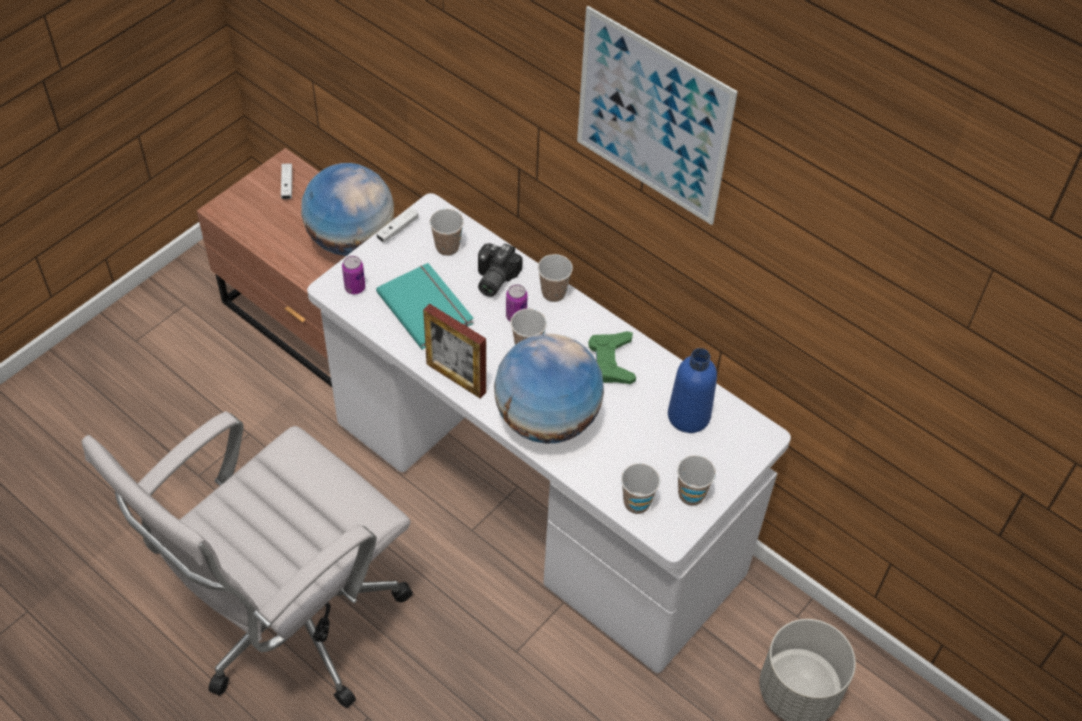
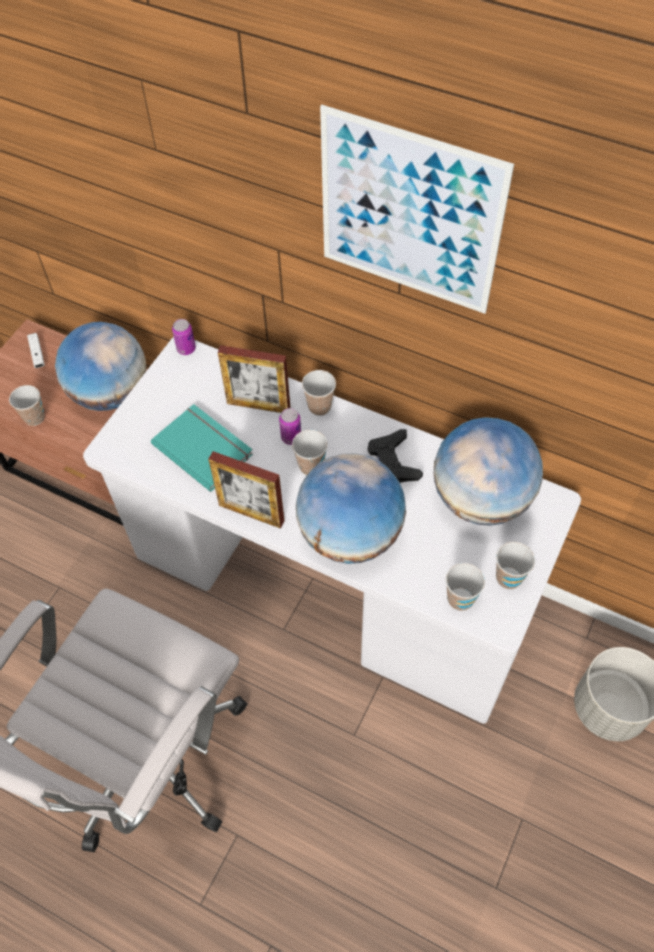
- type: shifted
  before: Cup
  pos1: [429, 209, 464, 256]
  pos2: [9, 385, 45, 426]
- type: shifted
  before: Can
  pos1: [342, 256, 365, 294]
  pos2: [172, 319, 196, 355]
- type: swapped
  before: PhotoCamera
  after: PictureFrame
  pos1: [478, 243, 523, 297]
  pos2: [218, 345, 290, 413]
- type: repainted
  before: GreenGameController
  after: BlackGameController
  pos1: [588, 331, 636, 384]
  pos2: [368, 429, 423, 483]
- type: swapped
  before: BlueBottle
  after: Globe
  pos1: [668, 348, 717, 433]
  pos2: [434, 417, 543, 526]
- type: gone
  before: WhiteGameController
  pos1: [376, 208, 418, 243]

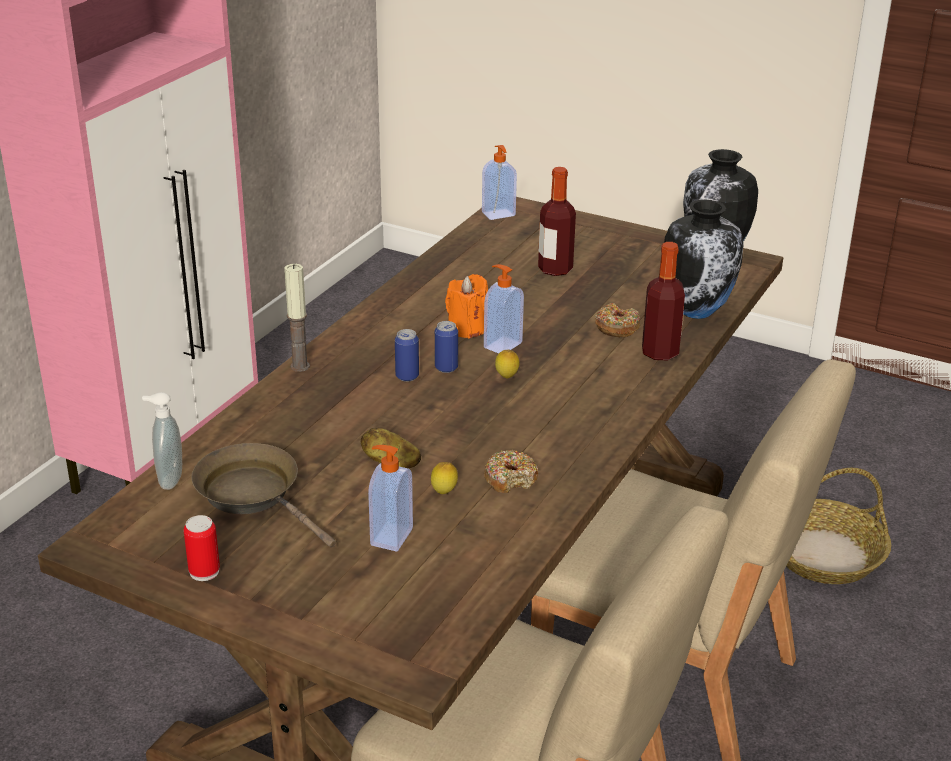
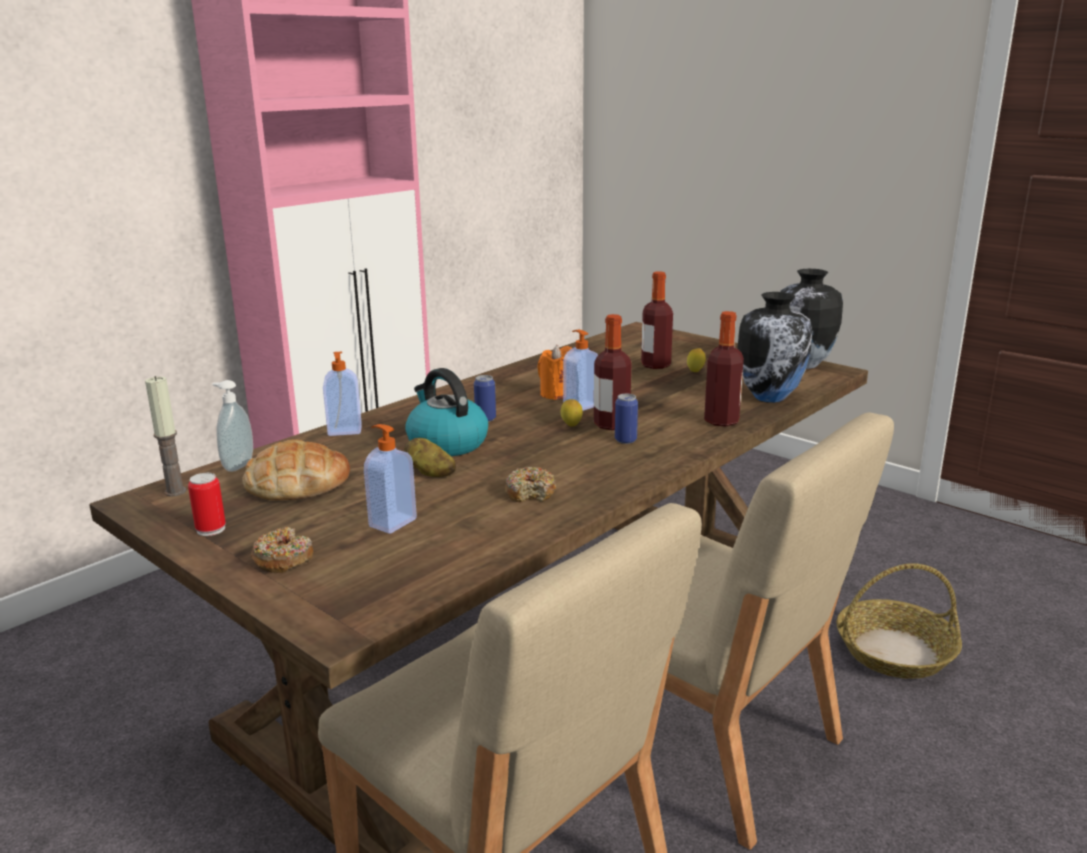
- type: shifted
  before: Candle
  pos1: [284, 264, 310, 372]
  pos2: [145, 376, 186, 496]
- type: swapped
  before: BrownFryingPan
  after: Bread
  pos1: [191, 443, 336, 548]
  pos2: [242, 439, 350, 500]
- type: shifted
  before: Donut
  pos1: [595, 303, 640, 337]
  pos2: [251, 527, 313, 573]
- type: shifted
  before: SoapDispenser
  pos1: [482, 145, 517, 220]
  pos2: [323, 352, 362, 436]
- type: new
  after: Kettle
  pos2: [405, 368, 488, 456]
- type: new
  after: Bottle
  pos2: [594, 314, 631, 430]
- type: shifted
  before: Can
  pos1: [435, 321, 458, 373]
  pos2: [615, 394, 638, 444]
- type: shifted
  before: Lemon
  pos1: [431, 462, 458, 494]
  pos2: [687, 348, 706, 372]

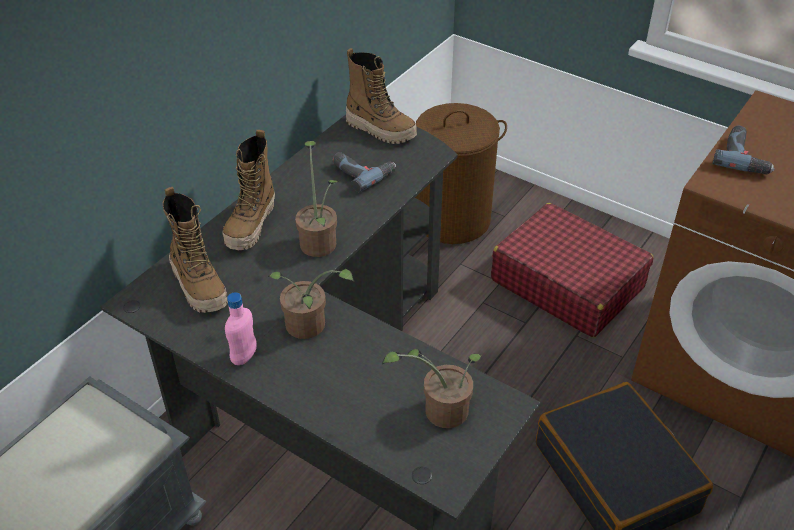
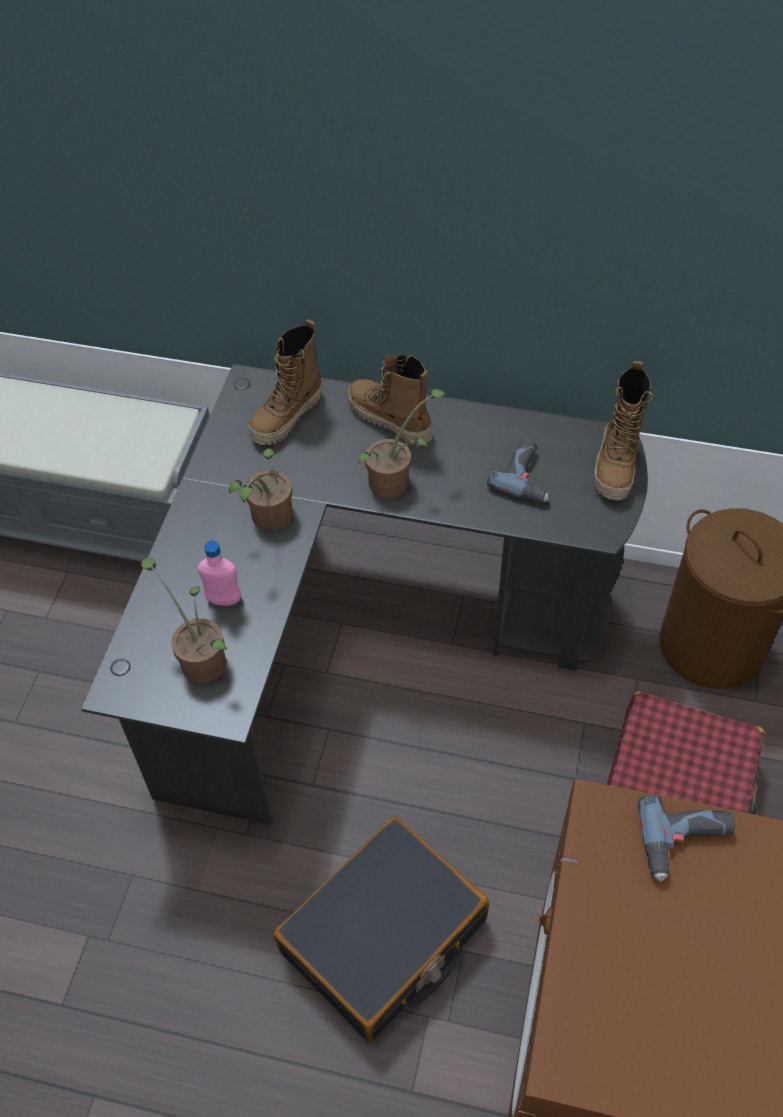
- type: shifted
  before: PinkBottle
  pos1: [225, 292, 257, 365]
  pos2: [198, 540, 241, 606]
- type: rotated
  before: Boot
  pos1: [223, 130, 275, 250]
  pos2: [348, 355, 432, 445]
  turn: 45

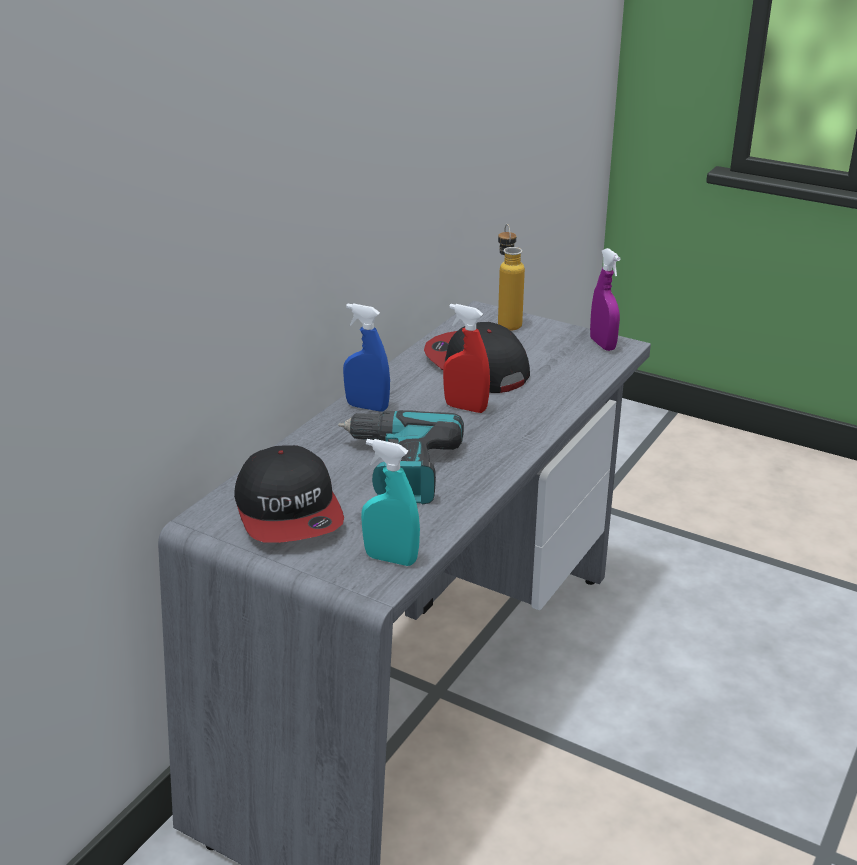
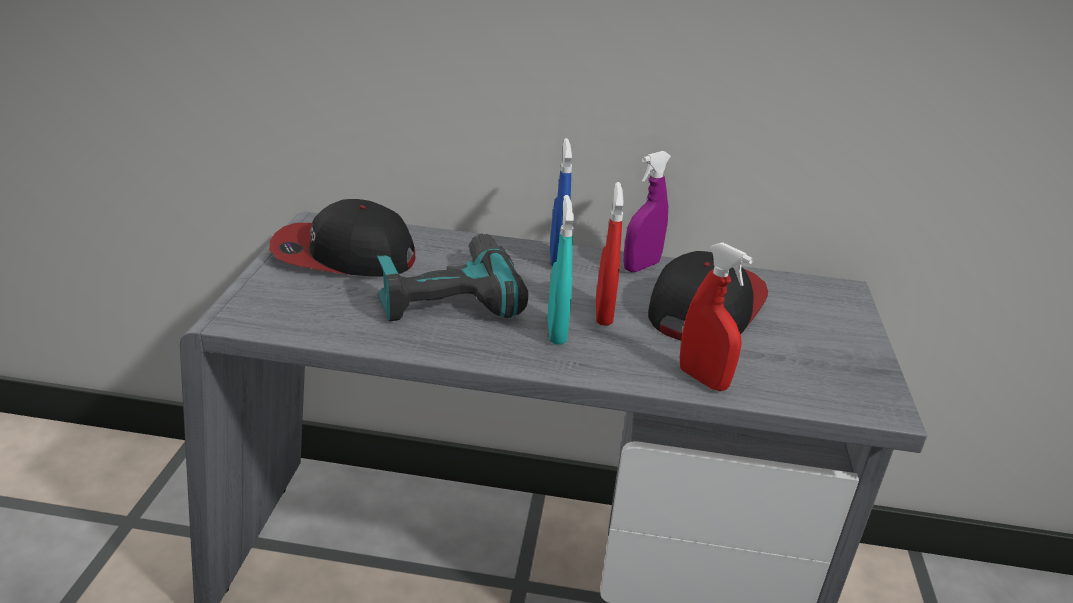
- type: rotated
  before: Cap
  pos1: [234, 445, 344, 543]
  pos2: [269, 199, 415, 276]
  turn: 45
- type: shifted
  before: TurquoiseSprayBottle
  pos1: [361, 439, 420, 566]
  pos2: [547, 195, 574, 344]
- type: shifted
  before: PurpleSprayBottle
  pos1: [590, 248, 621, 351]
  pos2: [623, 151, 671, 272]
- type: new
  after: RedSprayBottle
  pos2: [680, 242, 753, 391]
- type: gone
  before: Bottle
  pos1: [498, 224, 525, 331]

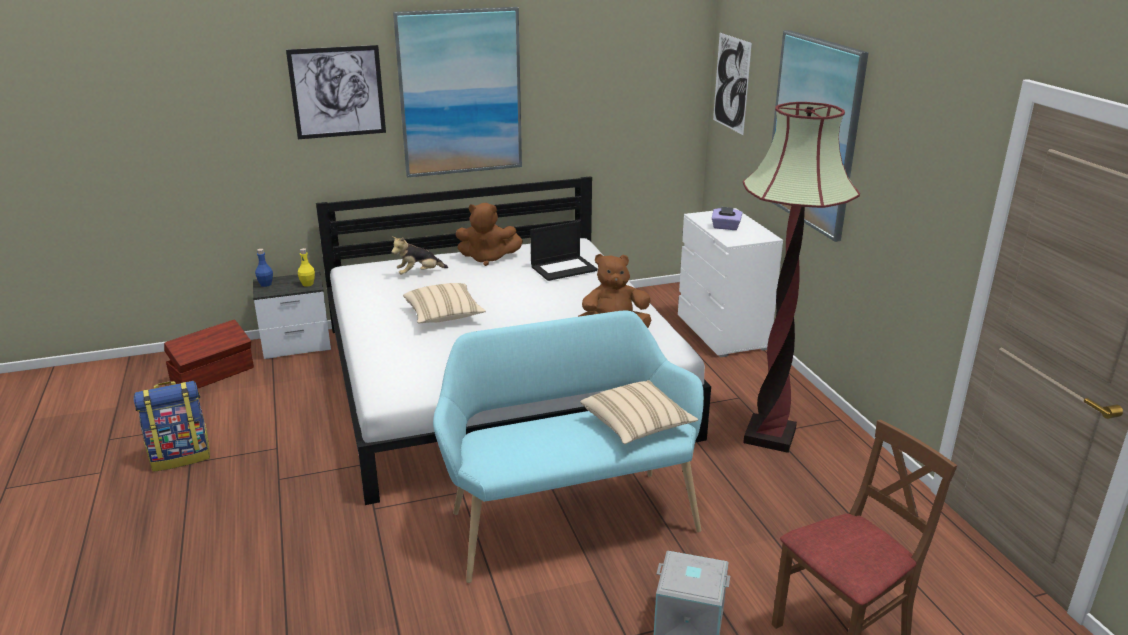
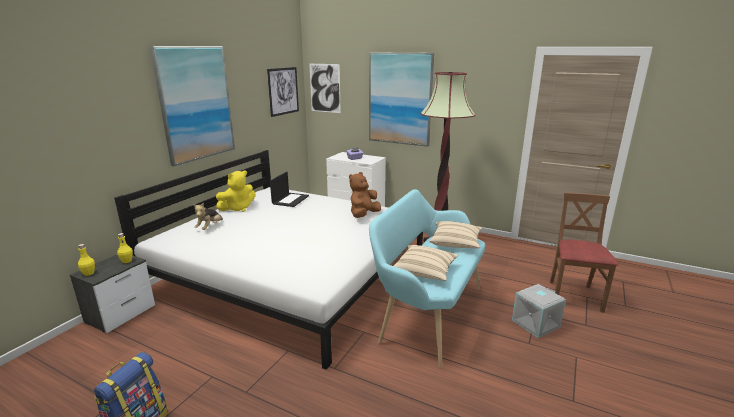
- type: repainted
  before: BlueBottle
  after: YellowBottle
  pos1: [255, 249, 273, 287]
  pos2: [78, 244, 95, 276]
- type: repainted
  before: BrownPlushToy
  after: YellowPlushToy
  pos1: [455, 203, 523, 266]
  pos2: [216, 170, 255, 212]
- type: shifted
  before: Picture
  pos1: [286, 45, 386, 139]
  pos2: [267, 67, 299, 117]
- type: shifted
  before: BeigePillow
  pos1: [403, 283, 486, 323]
  pos2: [394, 245, 458, 281]
- type: gone
  before: BrownStorageBox
  pos1: [164, 319, 254, 389]

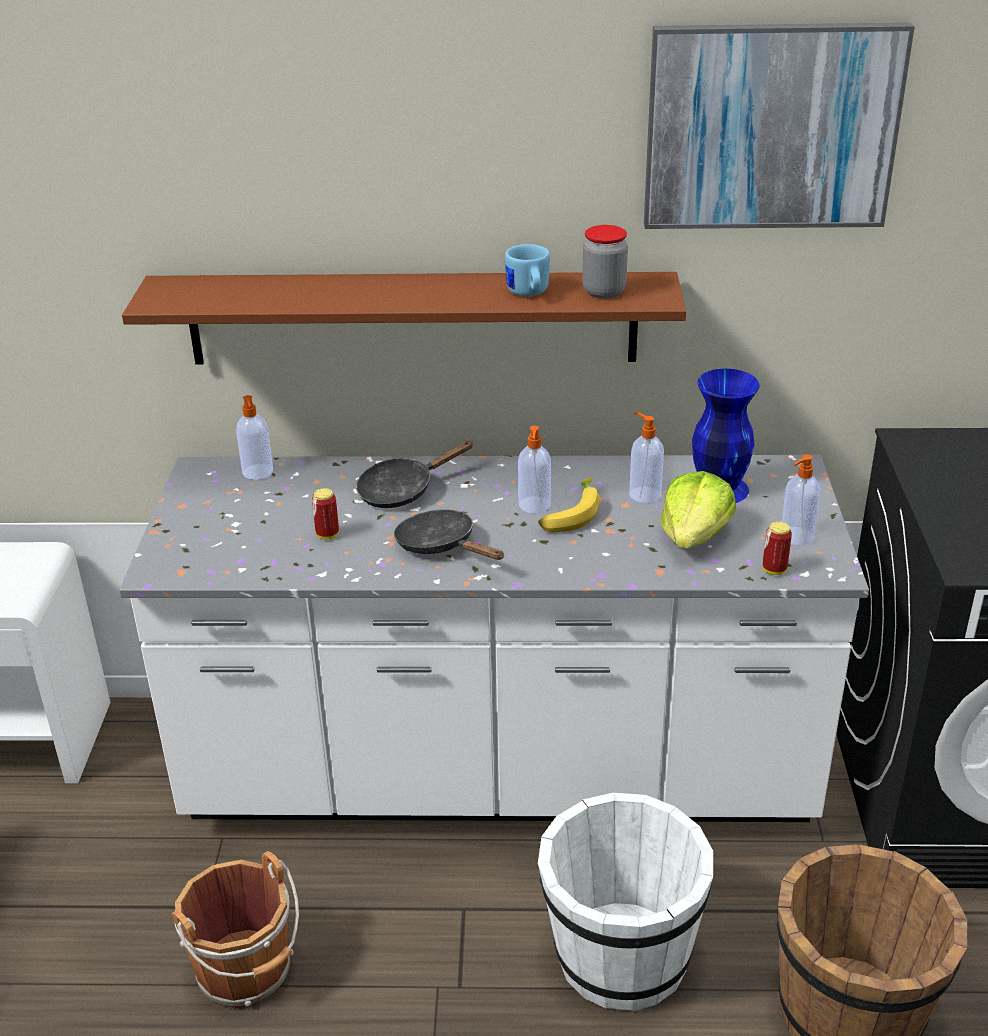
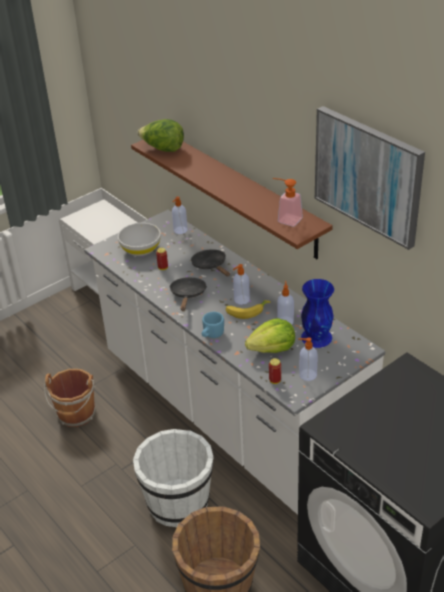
- type: new
  after: WhiteBowl
  pos2: [118, 223, 161, 256]
- type: new
  after: Lettuce
  pos2: [137, 119, 184, 152]
- type: rotated
  before: BlackFryingPan
  pos1: [356, 441, 474, 508]
  pos2: [191, 249, 230, 277]
  turn: 45
- type: shifted
  before: BlueMug
  pos1: [505, 244, 550, 296]
  pos2: [202, 312, 224, 338]
- type: swapped
  before: Jar
  after: SoapDispenser
  pos1: [582, 225, 628, 299]
  pos2: [273, 178, 303, 226]

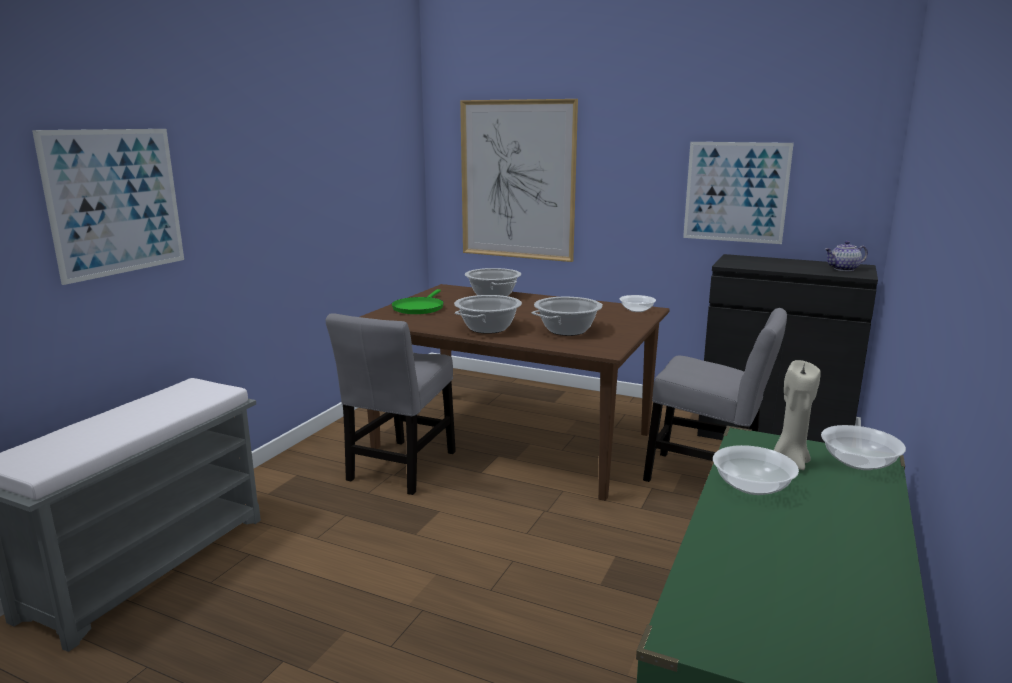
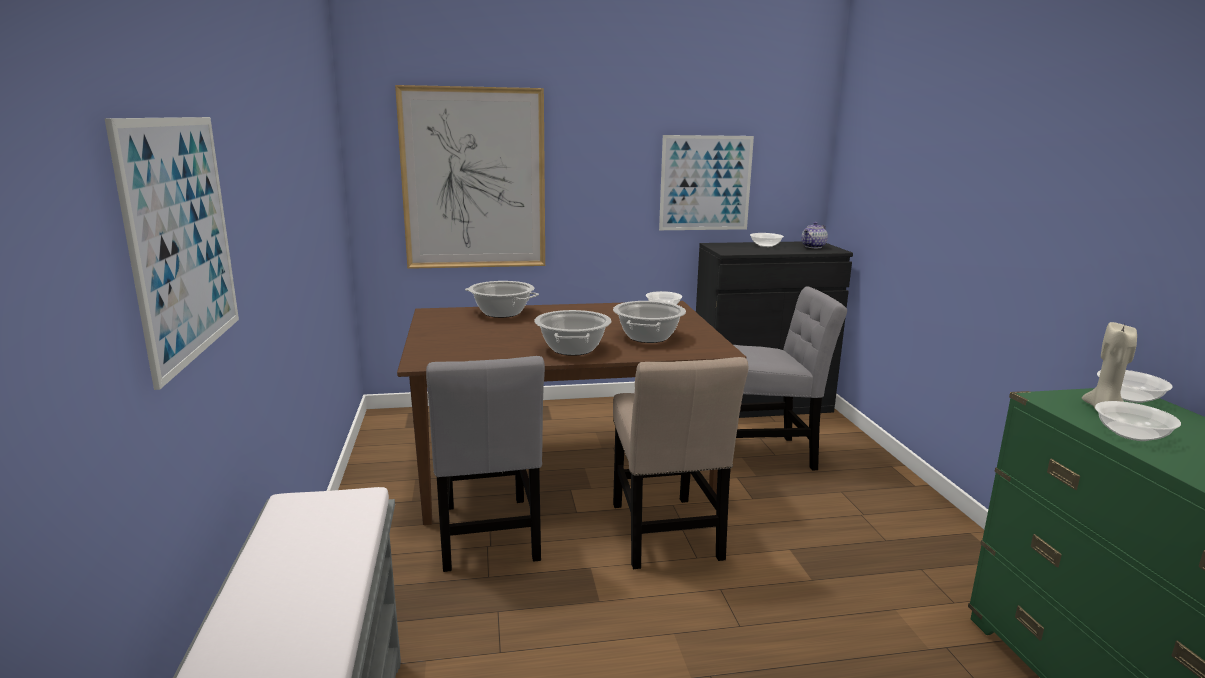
- type: new
  after: BeigeChair
  pos2: [613, 357, 748, 569]
- type: new
  after: Bowl
  pos2: [750, 233, 784, 247]
- type: gone
  before: GreenFryingPan
  pos1: [392, 289, 444, 314]

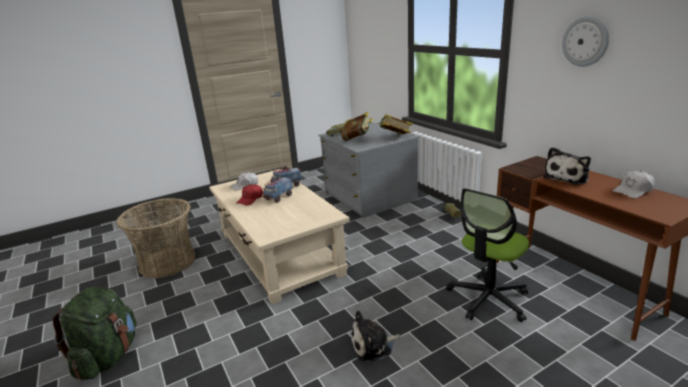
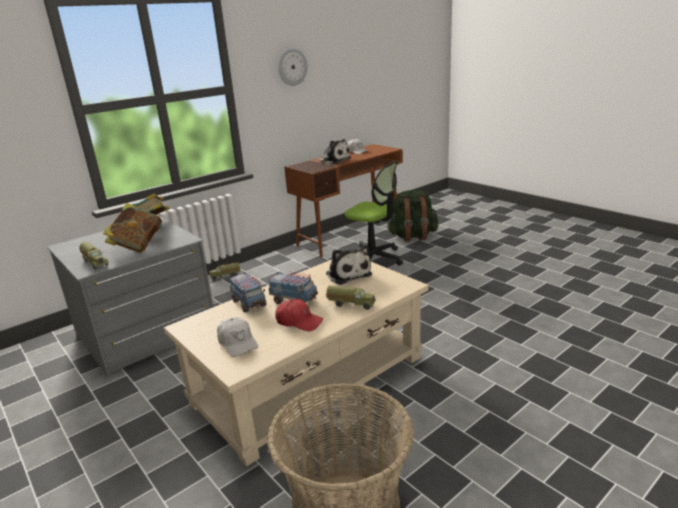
- type: shifted
  before: PlushToy
  pos1: [350, 311, 400, 362]
  pos2: [326, 245, 372, 285]
- type: new
  after: ToyTruck
  pos2: [326, 285, 376, 310]
- type: shifted
  before: GreenBackpack
  pos1: [53, 287, 136, 380]
  pos2: [386, 190, 438, 242]

